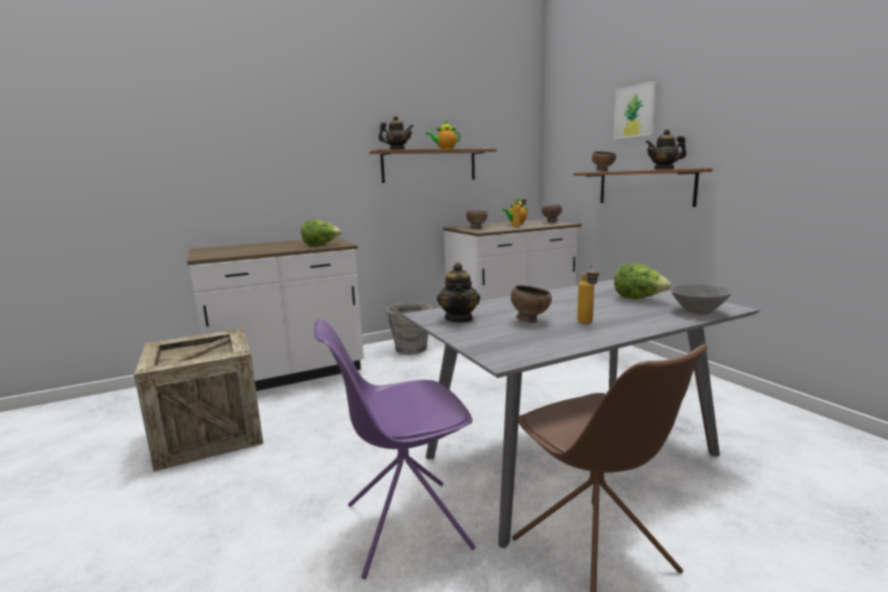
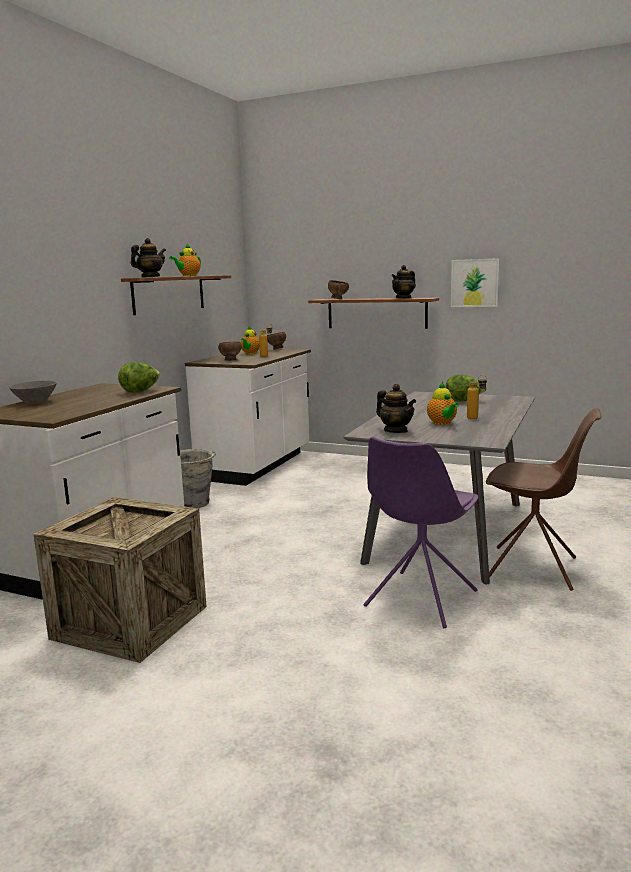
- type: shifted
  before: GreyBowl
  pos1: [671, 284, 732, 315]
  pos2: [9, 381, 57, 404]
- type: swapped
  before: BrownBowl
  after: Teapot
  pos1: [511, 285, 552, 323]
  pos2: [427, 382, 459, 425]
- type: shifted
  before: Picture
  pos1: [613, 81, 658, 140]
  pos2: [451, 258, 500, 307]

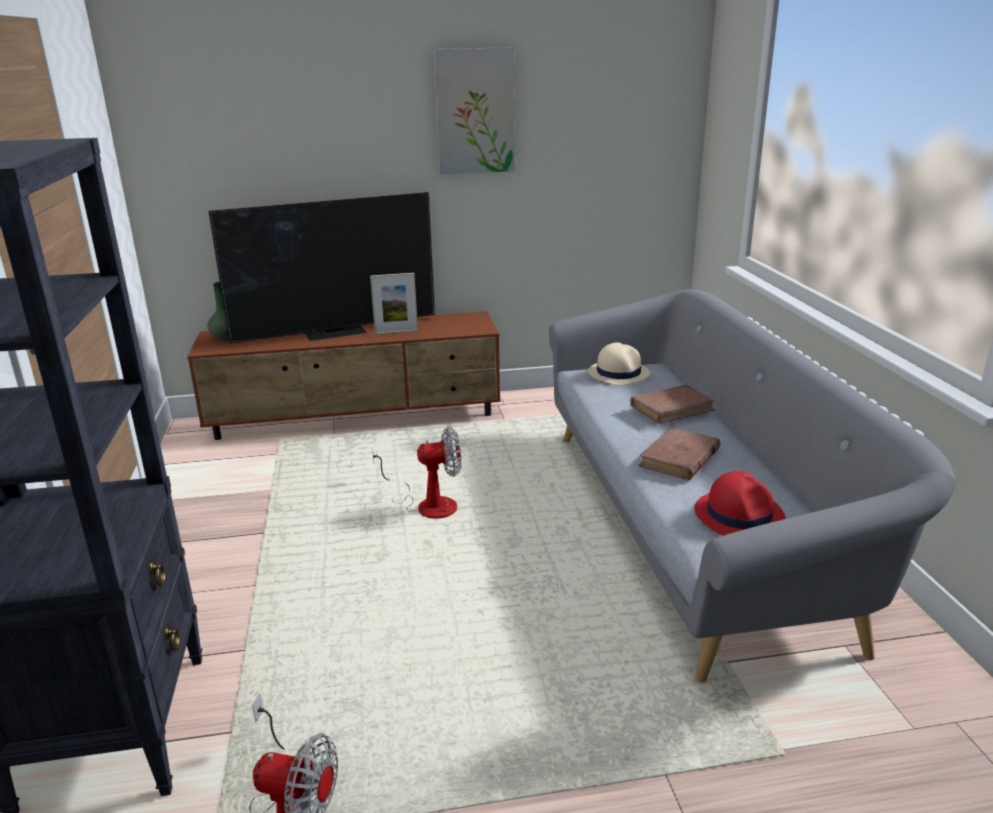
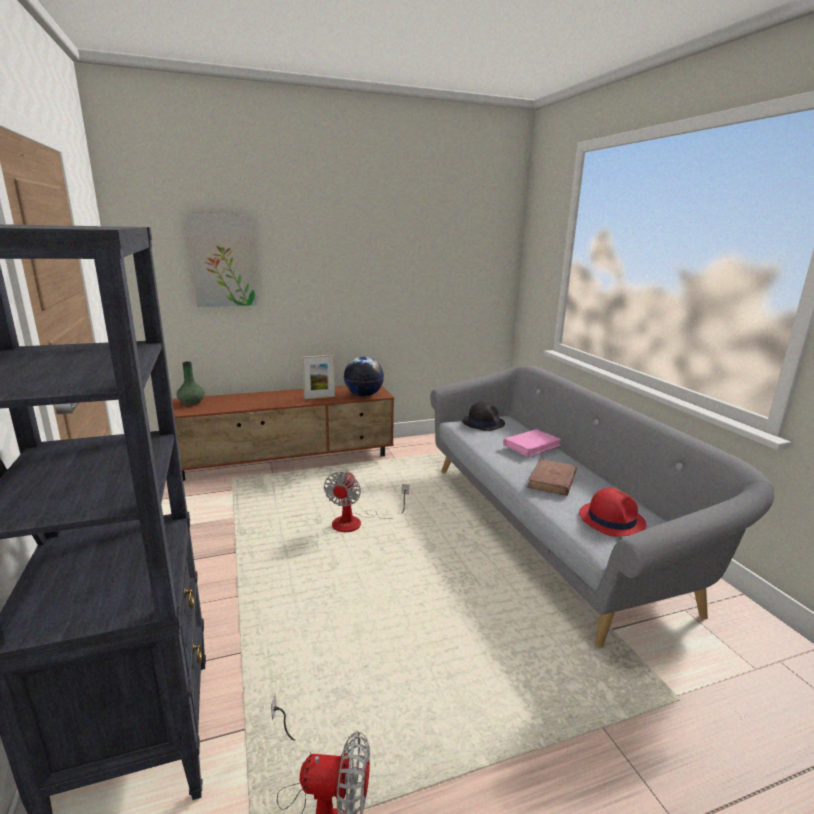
- type: shifted
  before: Picture
  pos1: [434, 47, 515, 174]
  pos2: [186, 214, 257, 307]
- type: rotated
  before: Fan
  pos1: [372, 427, 461, 519]
  pos2: [324, 471, 409, 532]
  turn: 120
- type: new
  after: Globe
  pos2: [344, 357, 384, 397]
- type: repainted
  before: BeigeHat
  after: BlackHat
  pos1: [588, 342, 650, 385]
  pos2: [462, 402, 505, 431]
- type: repainted
  before: BrownBook
  after: PinkBook
  pos1: [630, 385, 716, 424]
  pos2: [503, 429, 562, 457]
- type: gone
  before: Television
  pos1: [208, 192, 435, 344]

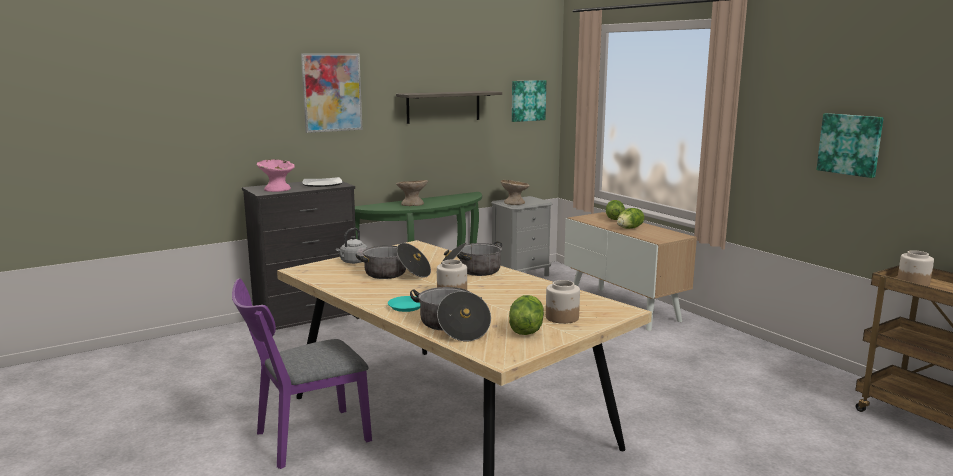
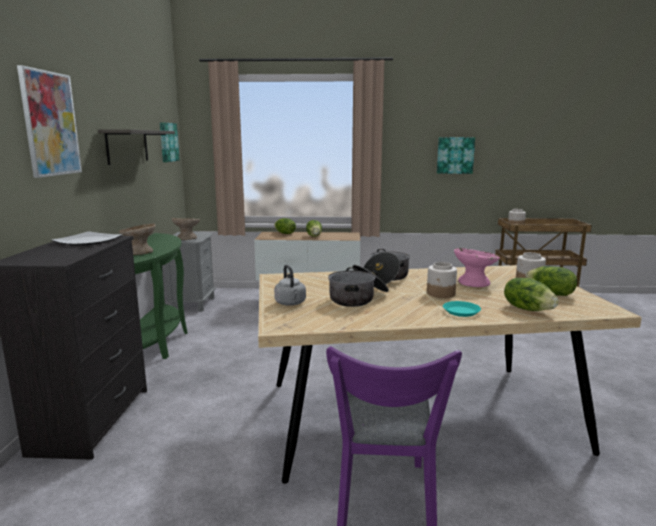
- type: shifted
  before: PinkBowl
  pos1: [257, 159, 295, 192]
  pos2: [454, 248, 500, 287]
- type: swapped
  before: CookingPot
  after: Lettuce
  pos1: [410, 287, 491, 341]
  pos2: [504, 278, 559, 311]

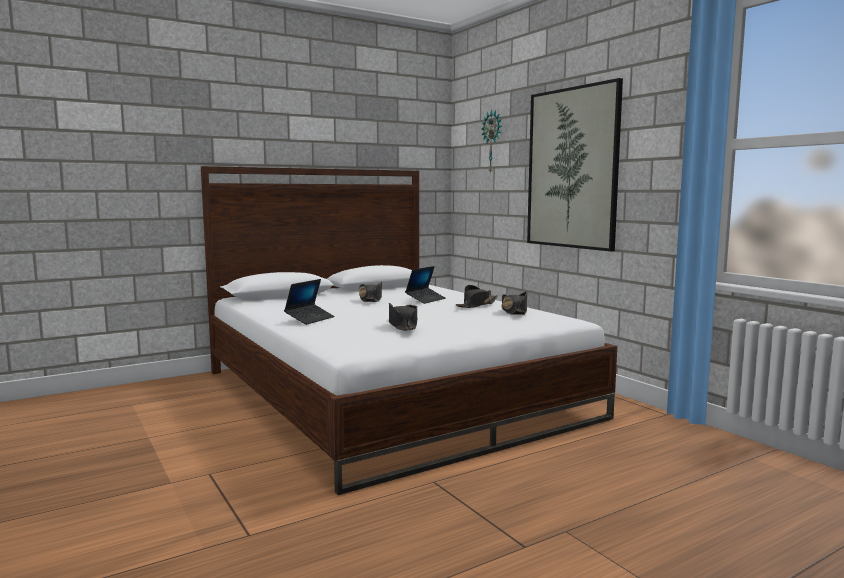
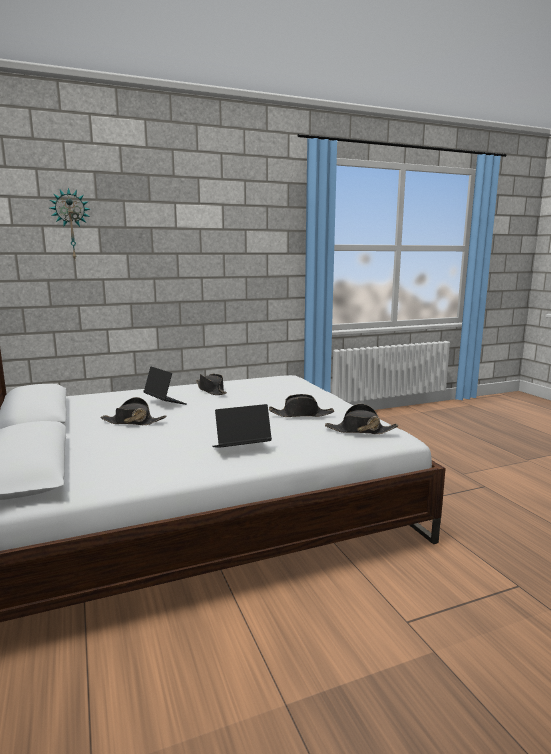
- type: rotated
  before: Laptop
  pos1: [284, 279, 335, 325]
  pos2: [212, 404, 272, 448]
  turn: -60
- type: shifted
  before: BlackHat
  pos1: [501, 291, 527, 315]
  pos2: [325, 404, 398, 434]
- type: gone
  before: Picture
  pos1: [527, 78, 623, 251]

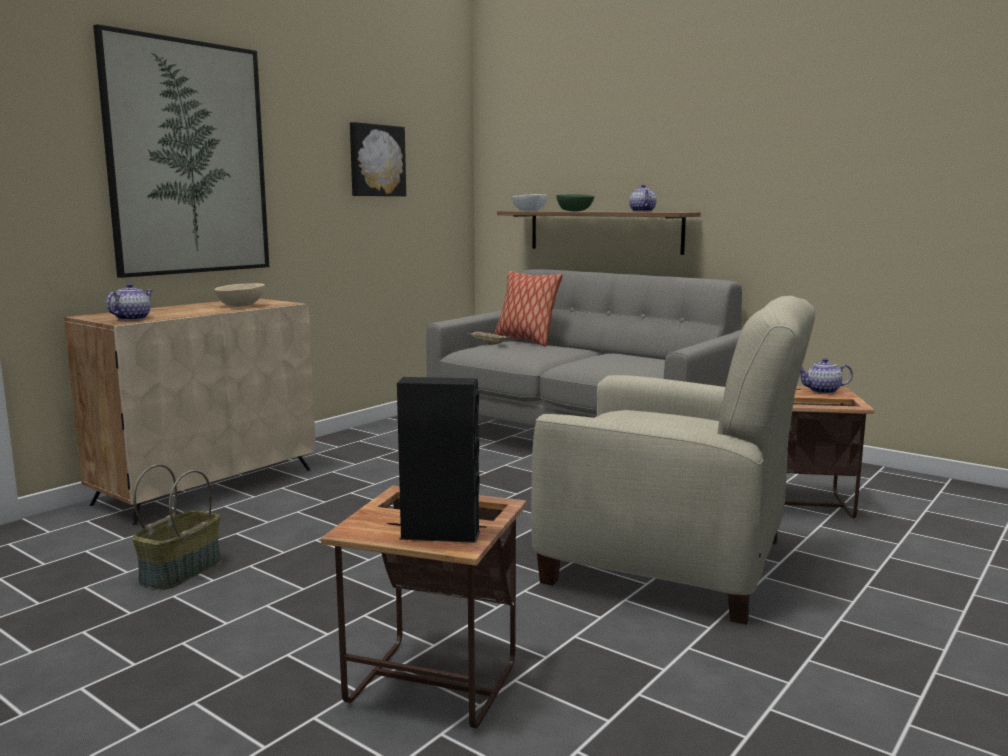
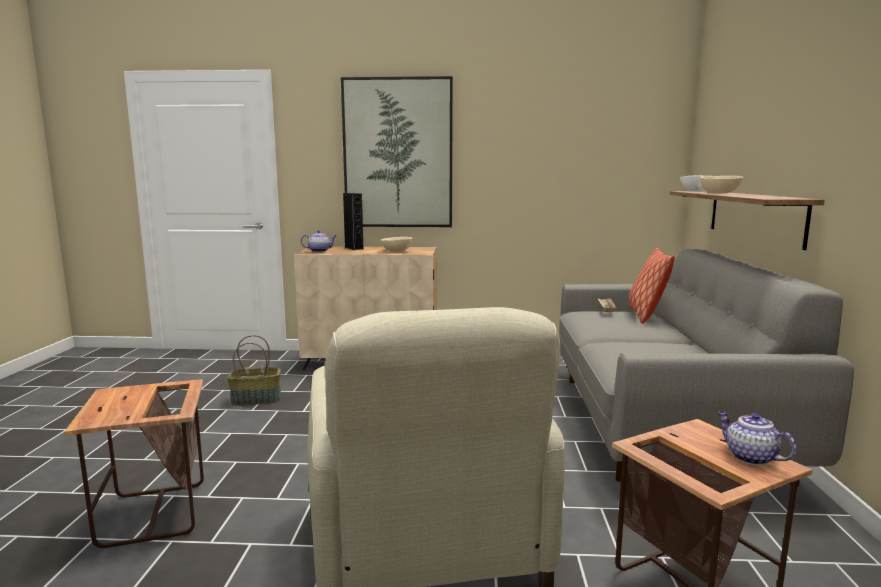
- type: shifted
  before: BlackSpeaker
  pos1: [397, 377, 480, 543]
  pos2: [343, 193, 364, 250]
- type: repainted
  before: GreenBowl
  after: BeigeBowl
  pos1: [557, 194, 595, 211]
  pos2: [700, 176, 743, 194]
- type: gone
  before: Picture
  pos1: [350, 122, 406, 196]
- type: gone
  before: Teapot
  pos1: [629, 185, 657, 212]

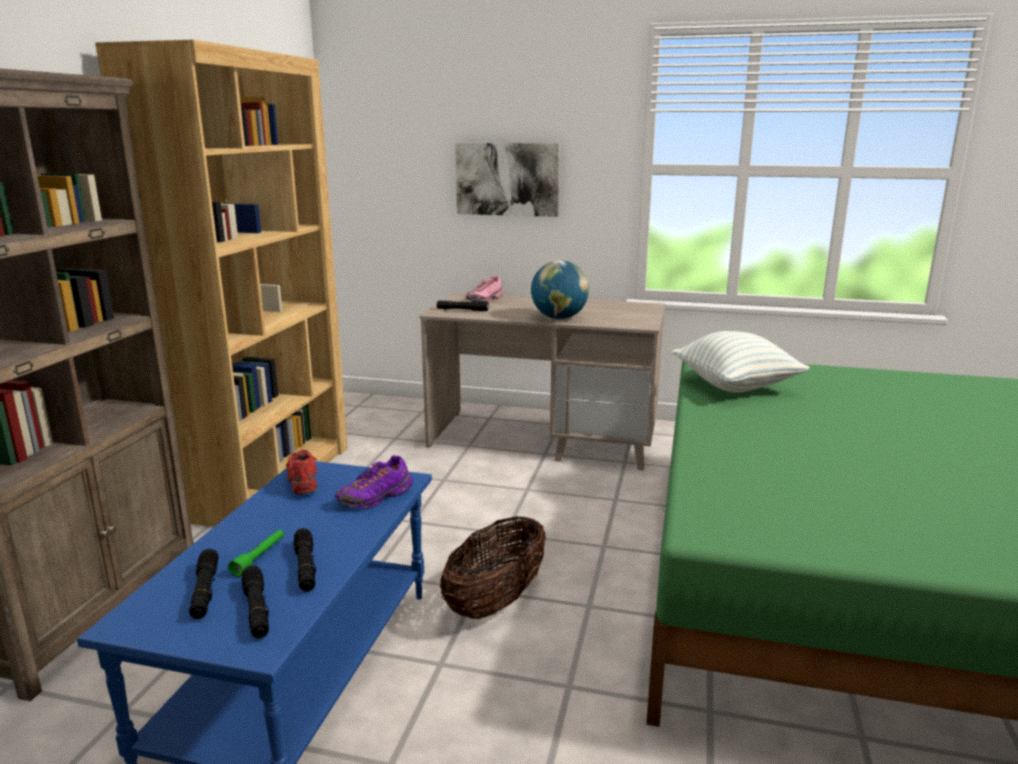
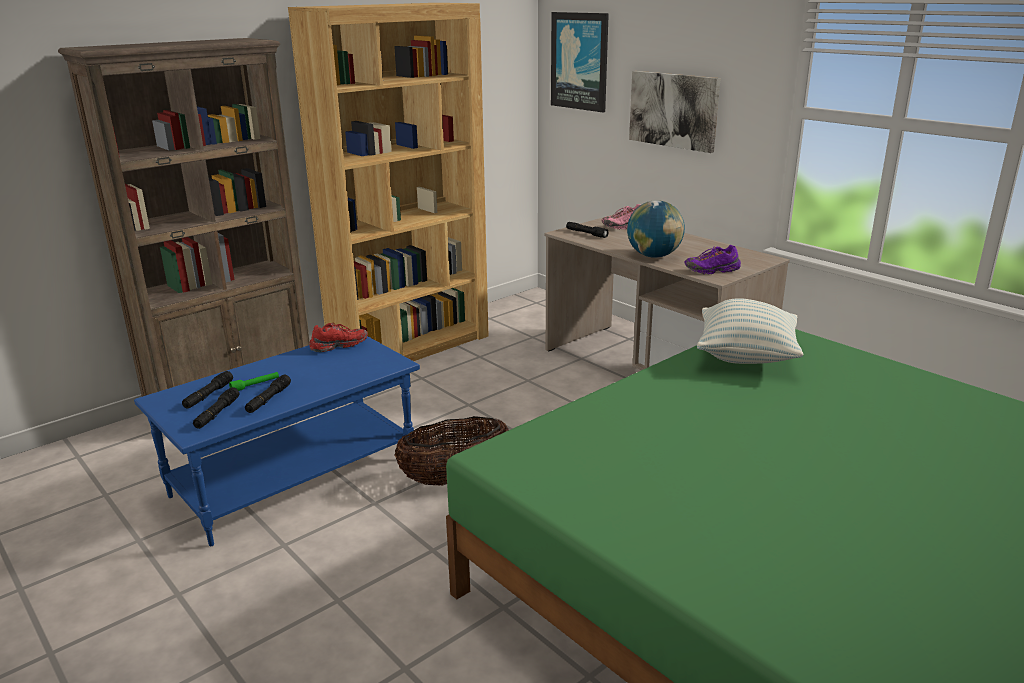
- type: rotated
  before: RedShoe
  pos1: [286, 450, 317, 494]
  pos2: [309, 323, 368, 352]
  turn: 45
- type: new
  after: Picture
  pos2: [551, 12, 609, 113]
- type: shifted
  before: PurpleShoe
  pos1: [335, 455, 413, 509]
  pos2: [684, 245, 741, 274]

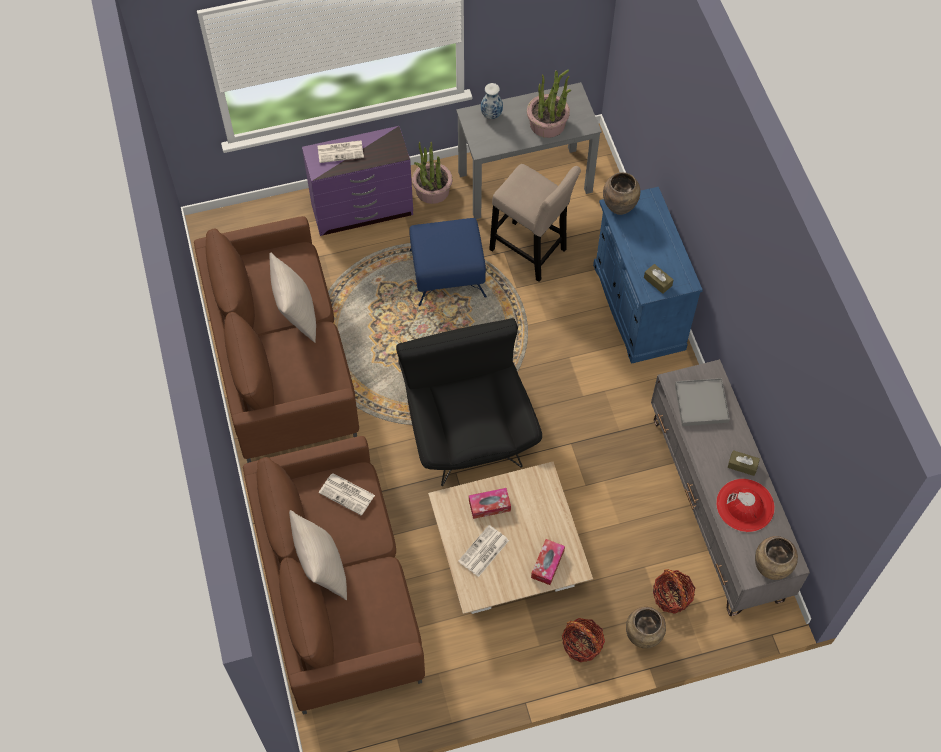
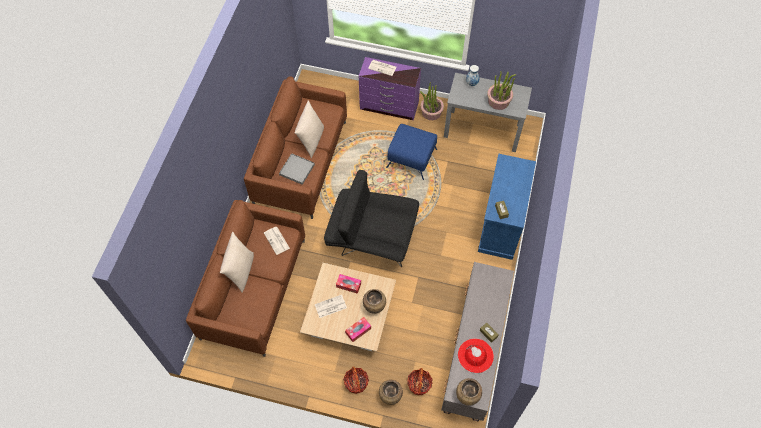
- type: shifted
  before: GreyTray
  pos1: [675, 378, 730, 426]
  pos2: [279, 153, 315, 185]
- type: rotated
  before: BlackArmchair
  pos1: [396, 318, 542, 486]
  pos2: [324, 170, 419, 267]
  turn: -90
- type: shifted
  before: BrownVase
  pos1: [603, 172, 640, 215]
  pos2: [363, 289, 386, 314]
- type: gone
  before: BeigeStool
  pos1: [489, 164, 581, 282]

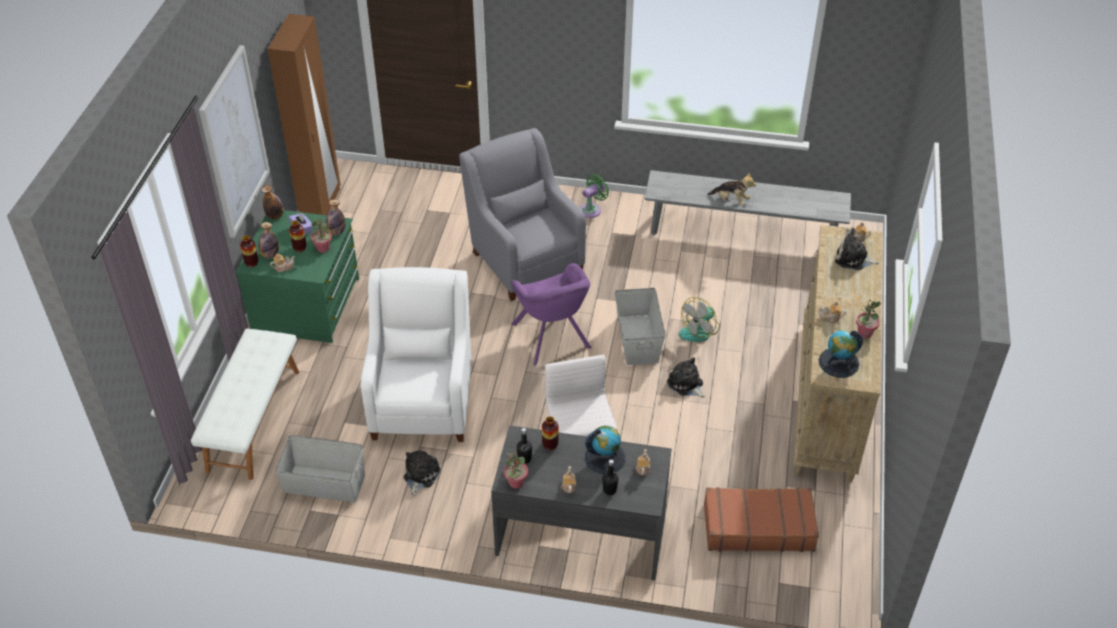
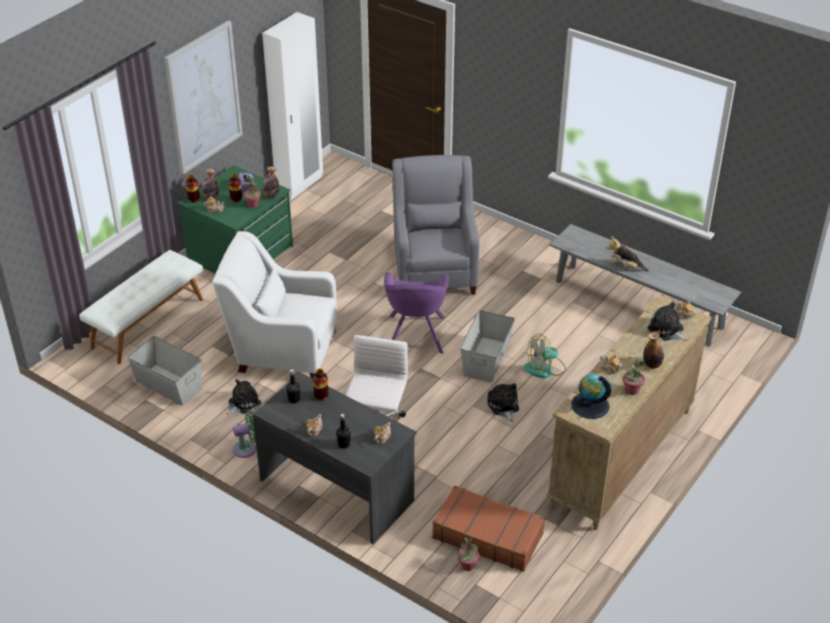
- type: rotated
  before: WhiteArmchair
  pos1: [361, 267, 472, 442]
  pos2: [212, 231, 337, 378]
  turn: -105
- type: shifted
  before: GreenFan
  pos1: [580, 174, 609, 218]
  pos2: [233, 412, 256, 458]
- type: repainted
  before: BrownWardrobe
  after: WhiteWardrobe
  pos1: [268, 14, 340, 215]
  pos2: [262, 12, 323, 200]
- type: shifted
  before: PottedPlant
  pos1: [504, 448, 528, 488]
  pos2: [458, 534, 479, 571]
- type: rotated
  before: PlushToy
  pos1: [707, 172, 756, 205]
  pos2: [606, 236, 649, 272]
  turn: 150
- type: shifted
  before: Bottle
  pos1: [262, 185, 284, 219]
  pos2: [643, 331, 664, 368]
- type: gone
  before: Globe
  pos1: [585, 426, 626, 474]

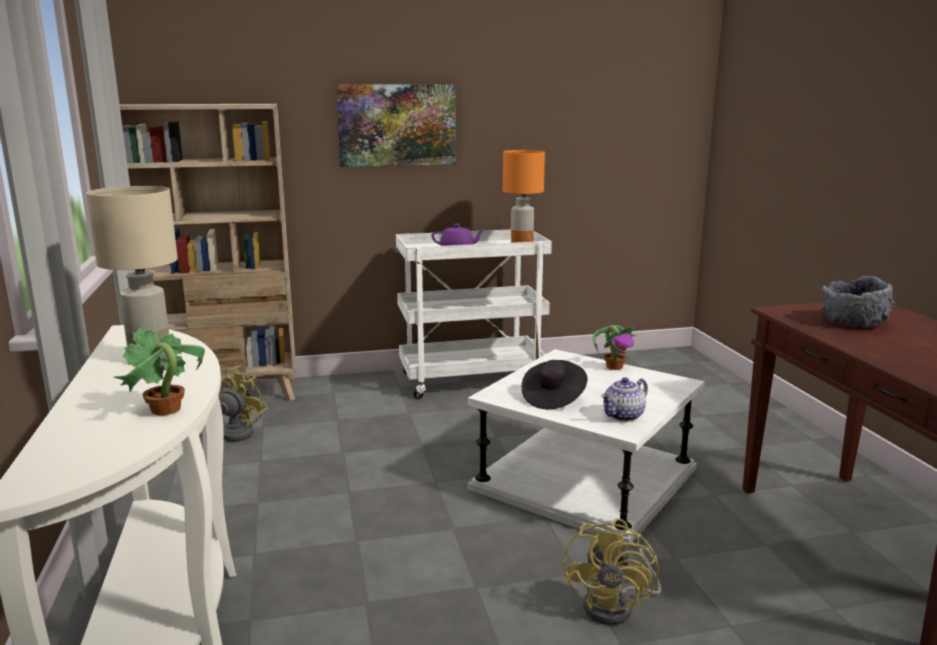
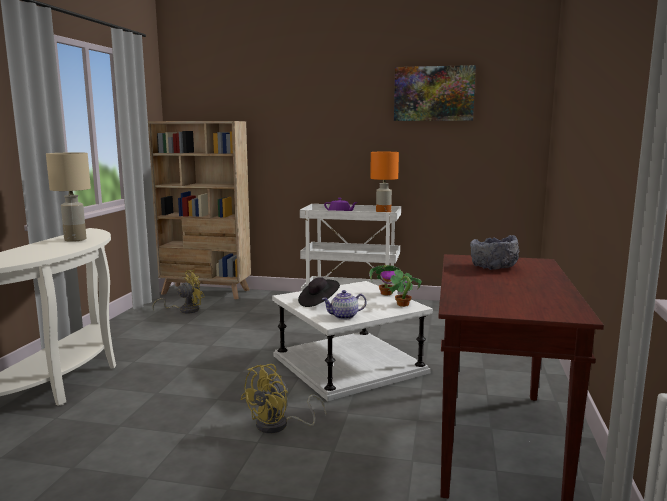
- type: shifted
  before: PottedPlant
  pos1: [114, 328, 205, 415]
  pos2: [387, 269, 422, 307]
- type: shifted
  before: Picture
  pos1: [336, 85, 456, 167]
  pos2: [394, 65, 476, 121]

